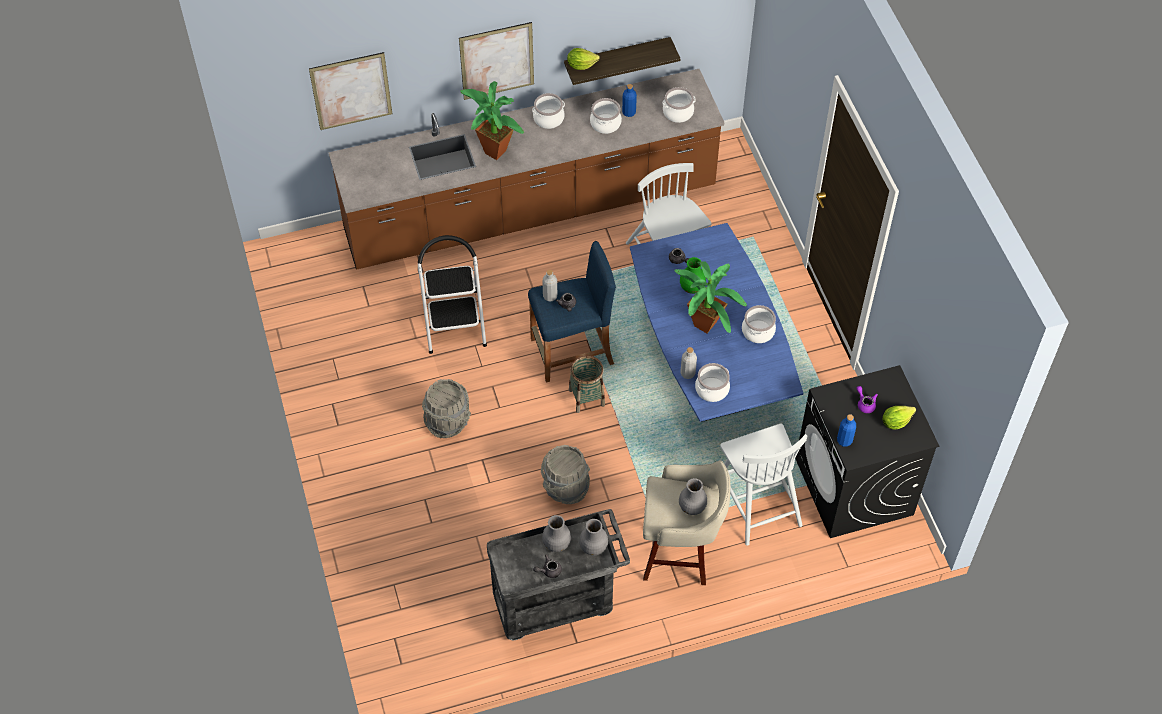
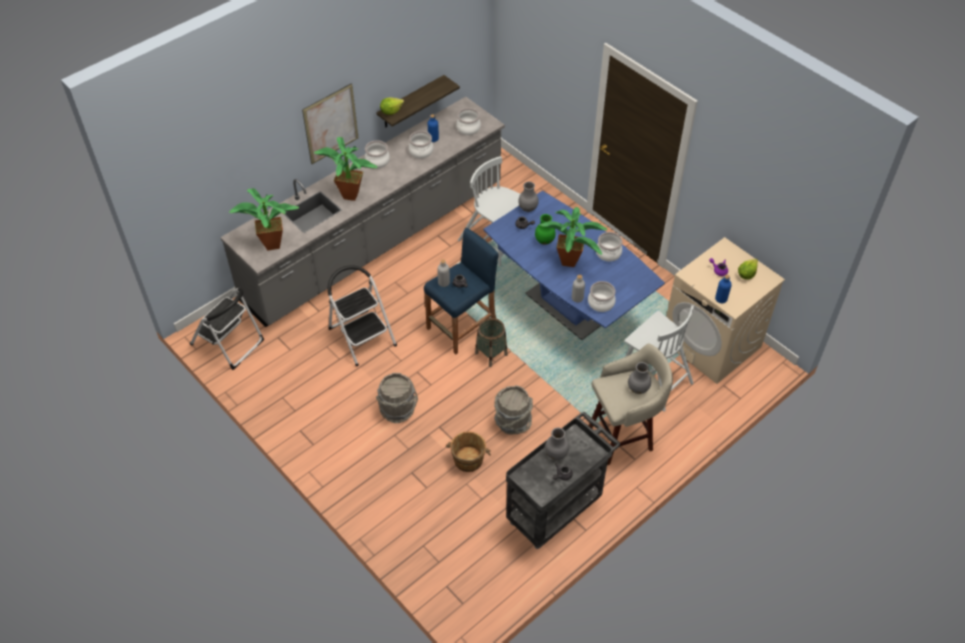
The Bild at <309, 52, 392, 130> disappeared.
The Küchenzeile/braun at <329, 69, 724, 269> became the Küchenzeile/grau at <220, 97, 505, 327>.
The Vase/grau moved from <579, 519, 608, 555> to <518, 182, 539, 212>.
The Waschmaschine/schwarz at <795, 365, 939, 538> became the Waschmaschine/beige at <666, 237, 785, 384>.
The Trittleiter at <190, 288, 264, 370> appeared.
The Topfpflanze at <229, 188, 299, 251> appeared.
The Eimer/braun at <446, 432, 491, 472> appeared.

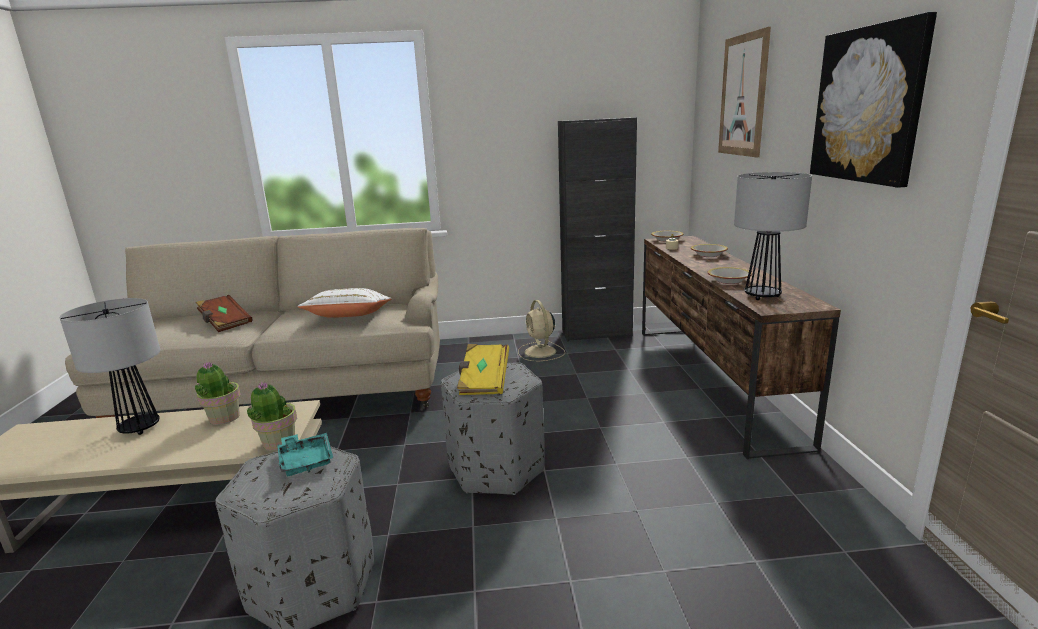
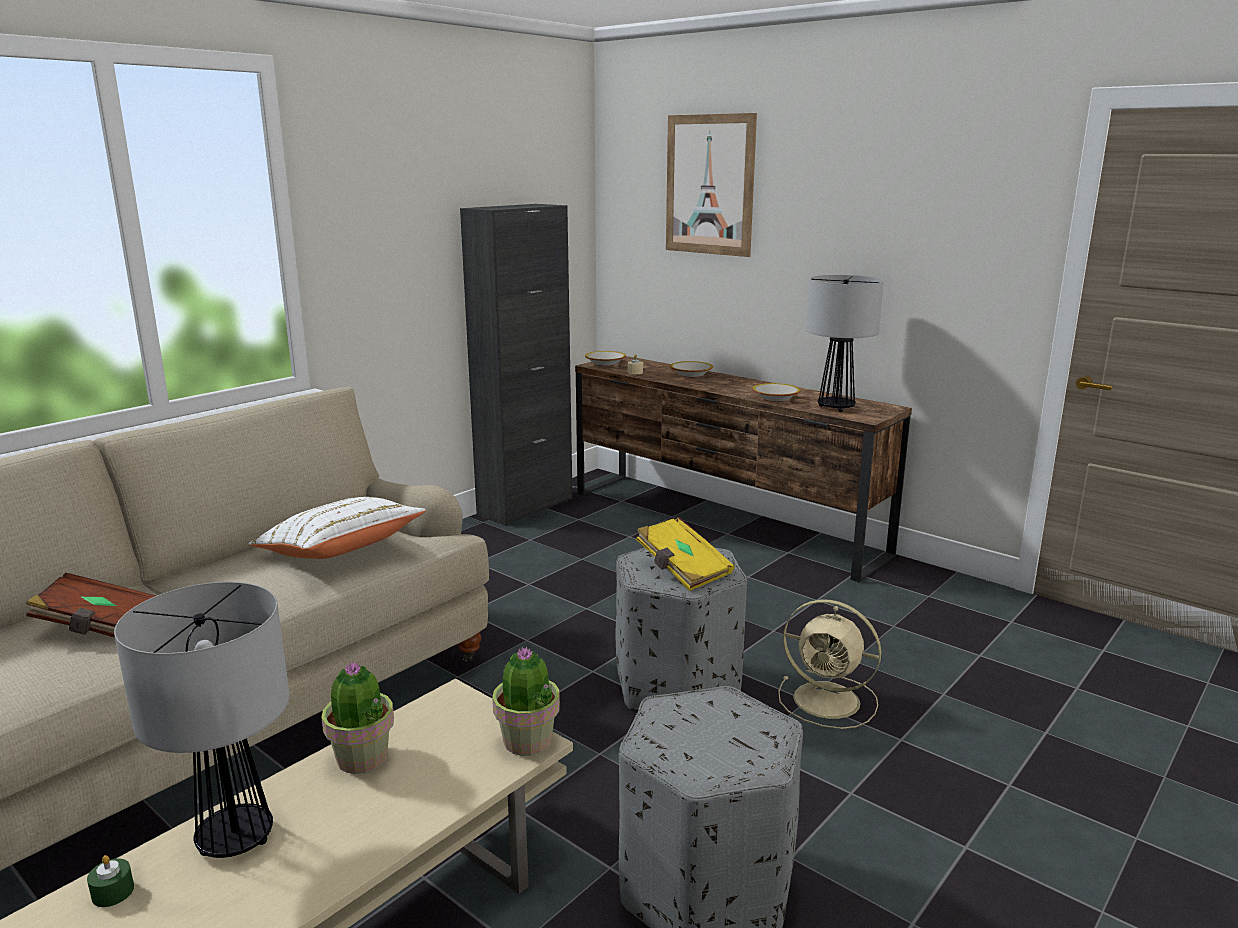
The Tablett/türkis at <277, 433, 333, 476> disappeared.
The Ventilator/beige moved from <518, 300, 565, 361> to <778, 599, 881, 729>.
The Bild at <810, 12, 937, 188> disappeared.
The Kerze/grün at <87, 855, 134, 907> appeared.

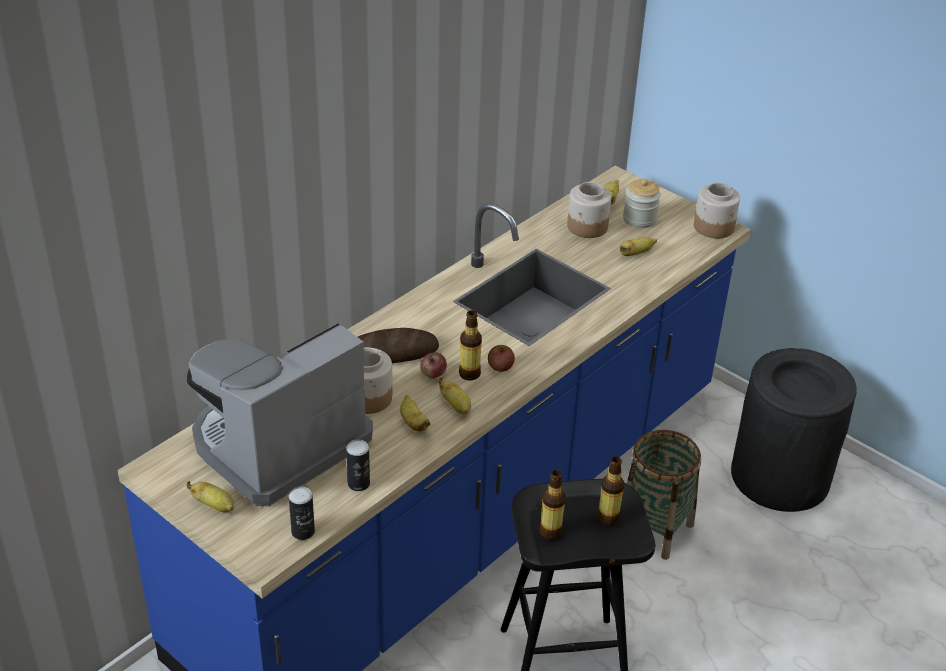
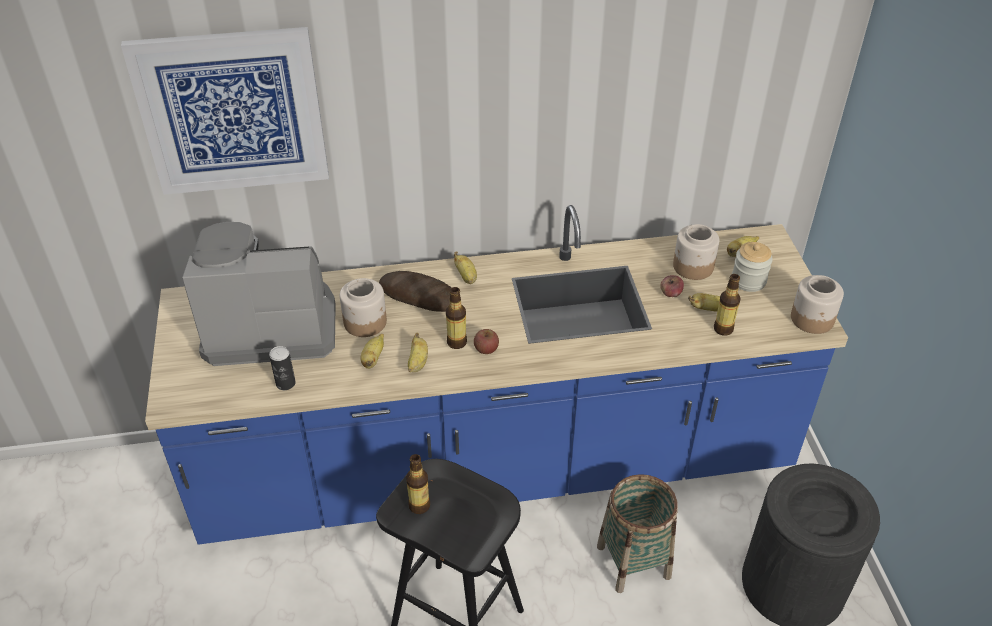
The Banane moved from <187, 481, 234, 512> to <454, 251, 477, 284>.
The Dose at <289, 487, 315, 540> disappeared.
The Apfel moved from <420, 352, 447, 378> to <660, 275, 684, 297>.
The Flasche moved from <597, 457, 625, 526> to <714, 274, 741, 336>.
The Bild at <121, 27, 329, 195> appeared.

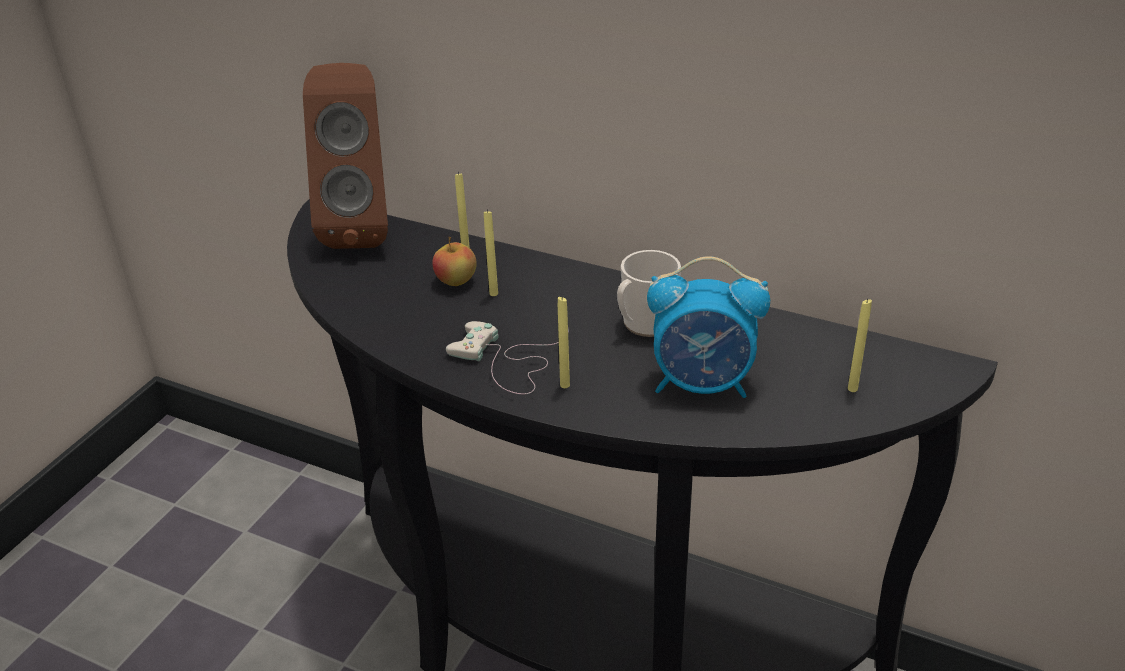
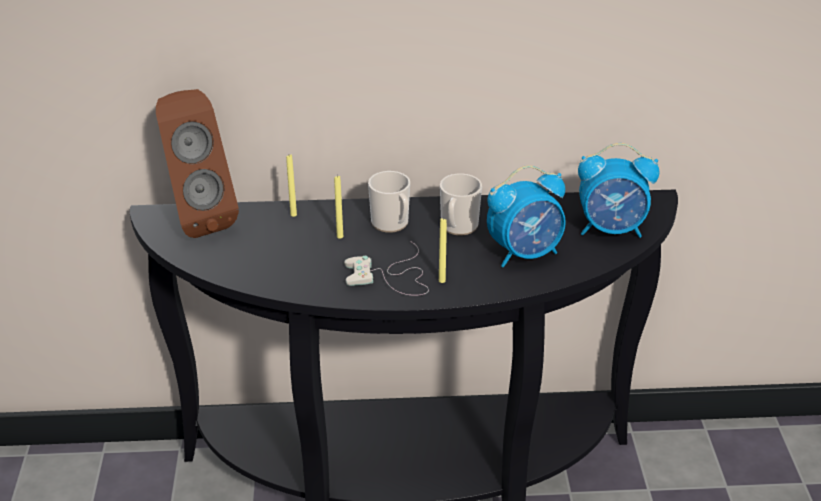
The Apfel at <432, 237, 477, 286> disappeared.
The Kerze/gelb at <848, 298, 872, 392> was replaced by the Wecker at <578, 143, 660, 238>.
The Henkelbecher at <368, 171, 410, 233> appeared.

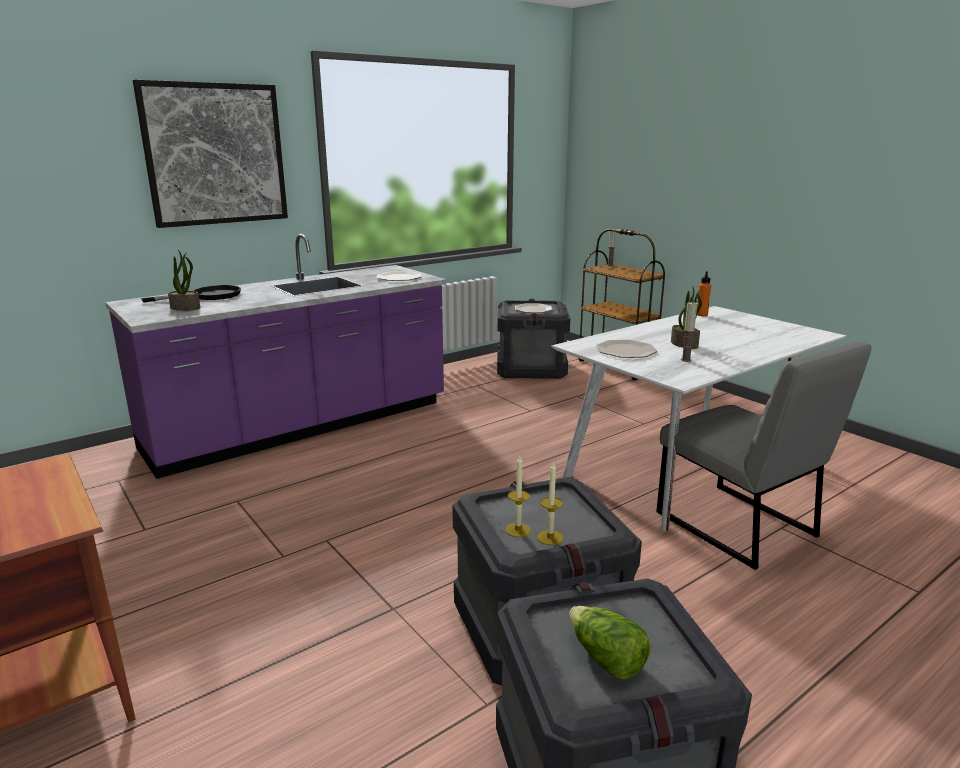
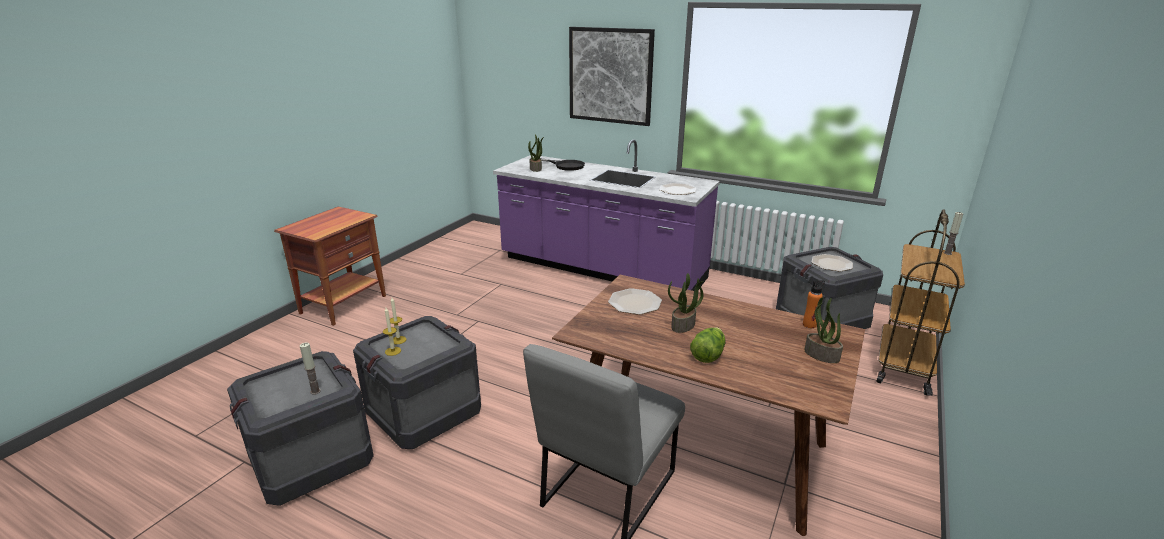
The Esstisch/weiß at <552, 306, 846, 531> became the Esstisch/braun at <552, 275, 865, 536>.
The Salatkopf moved from <569, 606, 651, 680> to <690, 327, 726, 363>.
The Kerze moved from <681, 301, 697, 362> to <300, 343, 321, 395>.
The Topfpflanze at <804, 298, 843, 363> appeared.

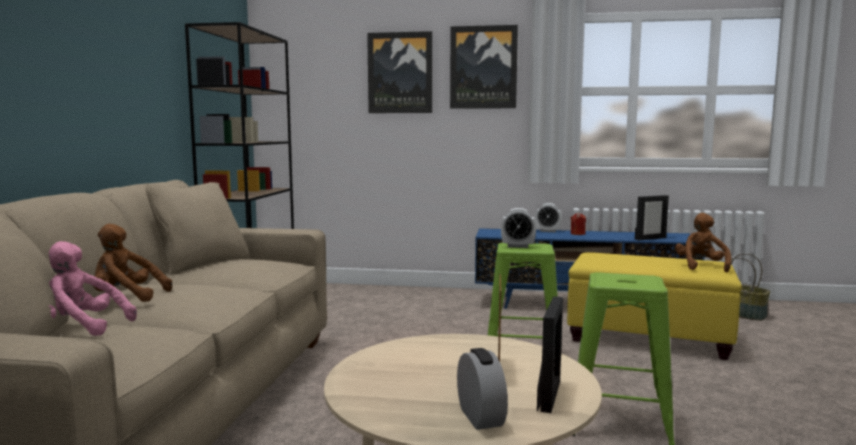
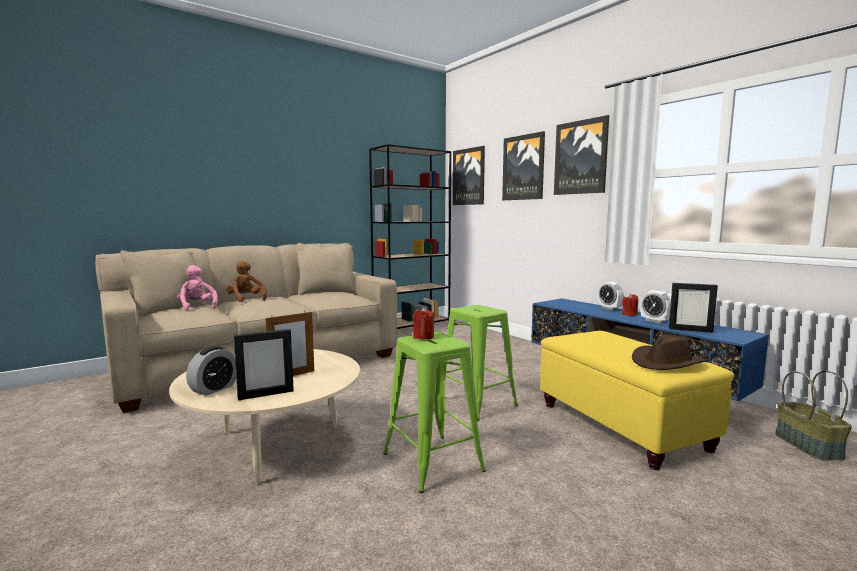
The Wecker moved from <501, 208, 536, 248> to <641, 291, 671, 323>.
The Plüschtier/braun at <675, 213, 731, 272> was replaced by the Hut/braun at <632, 334, 708, 370>.
The Kerze/rot at <413, 307, 435, 339> appeared.
The Bild at <453, 146, 485, 205> appeared.

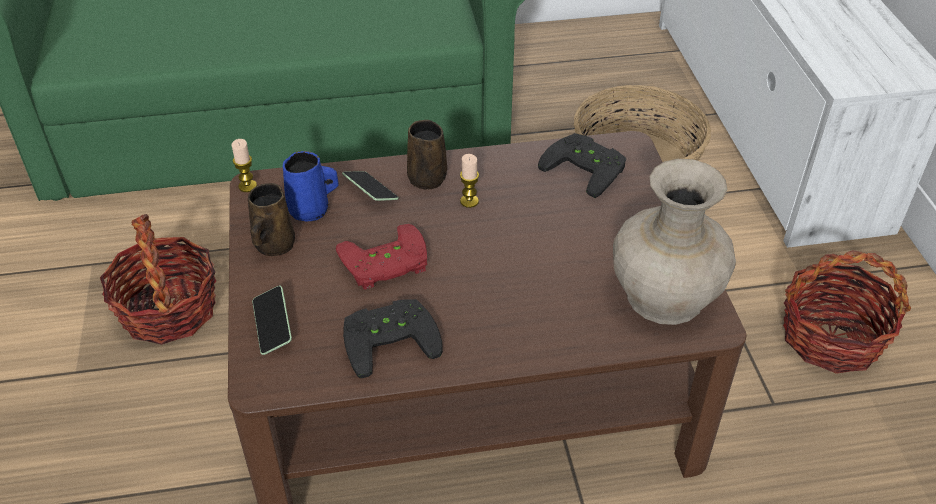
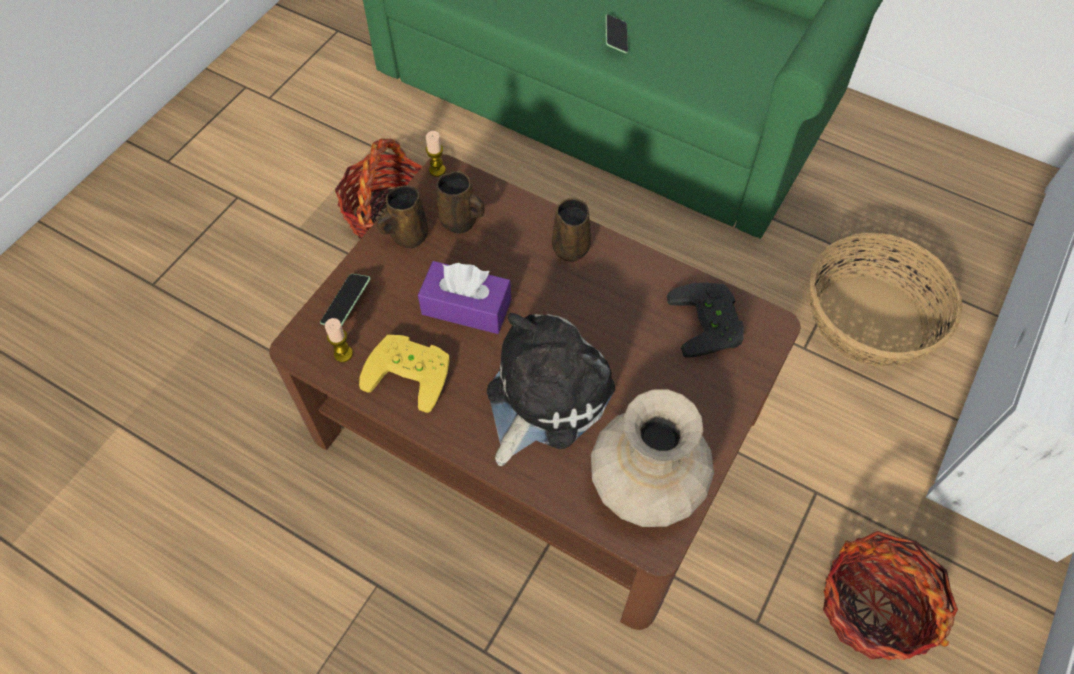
The Henkelbecher/blau at <283, 151, 339, 221> became the Henkelbecher/braun at <436, 171, 485, 233>.
The Gamepad/rot at <336, 224, 427, 290> was replaced by the Taschentuchbox/lila at <418, 261, 511, 334>.
The Handy moved from <342, 171, 399, 201> to <605, 14, 628, 53>.
The Gamepad/schwarz at <343, 299, 443, 378> became the Gamepad/gelb at <359, 335, 450, 413>.
The Kerze moved from <460, 154, 479, 208> to <325, 318, 353, 362>.
The Plüschtier at <487, 313, 615, 466> appeared.

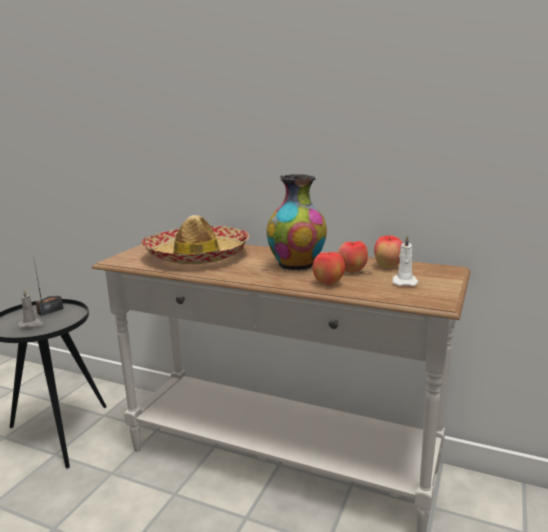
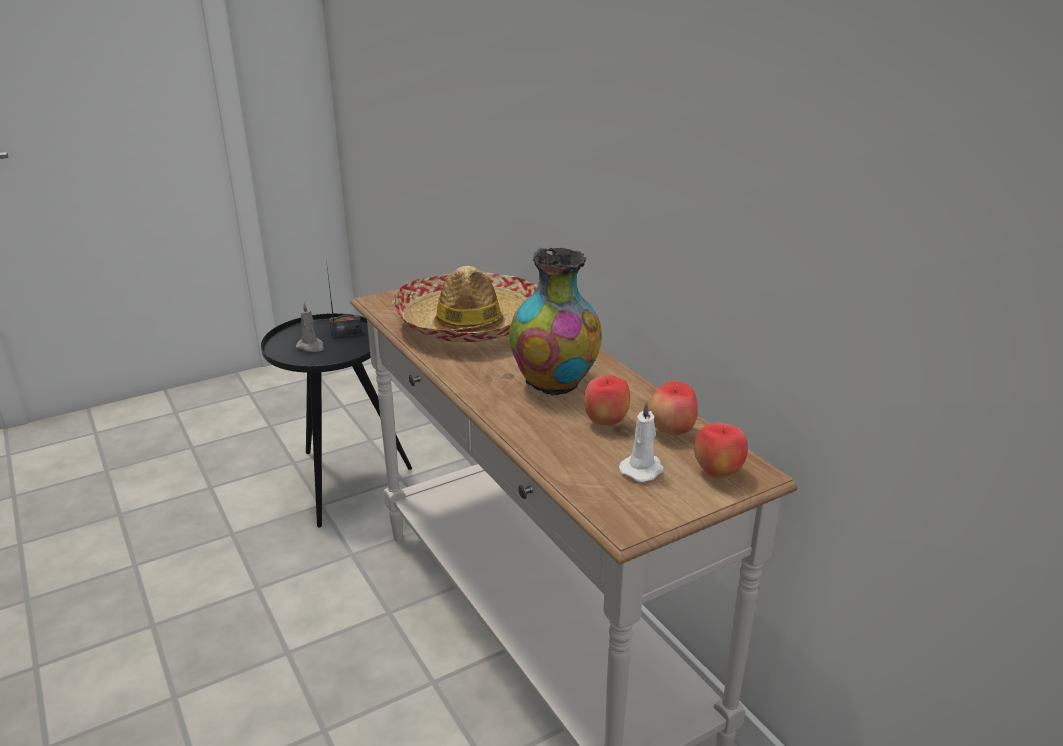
The Apfel moved from <313, 252, 345, 285> to <694, 423, 748, 479>.

